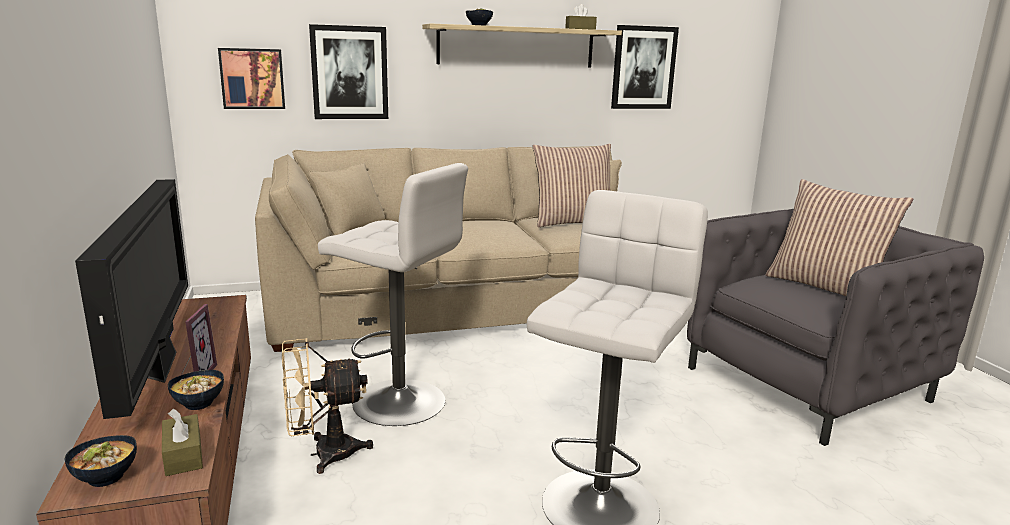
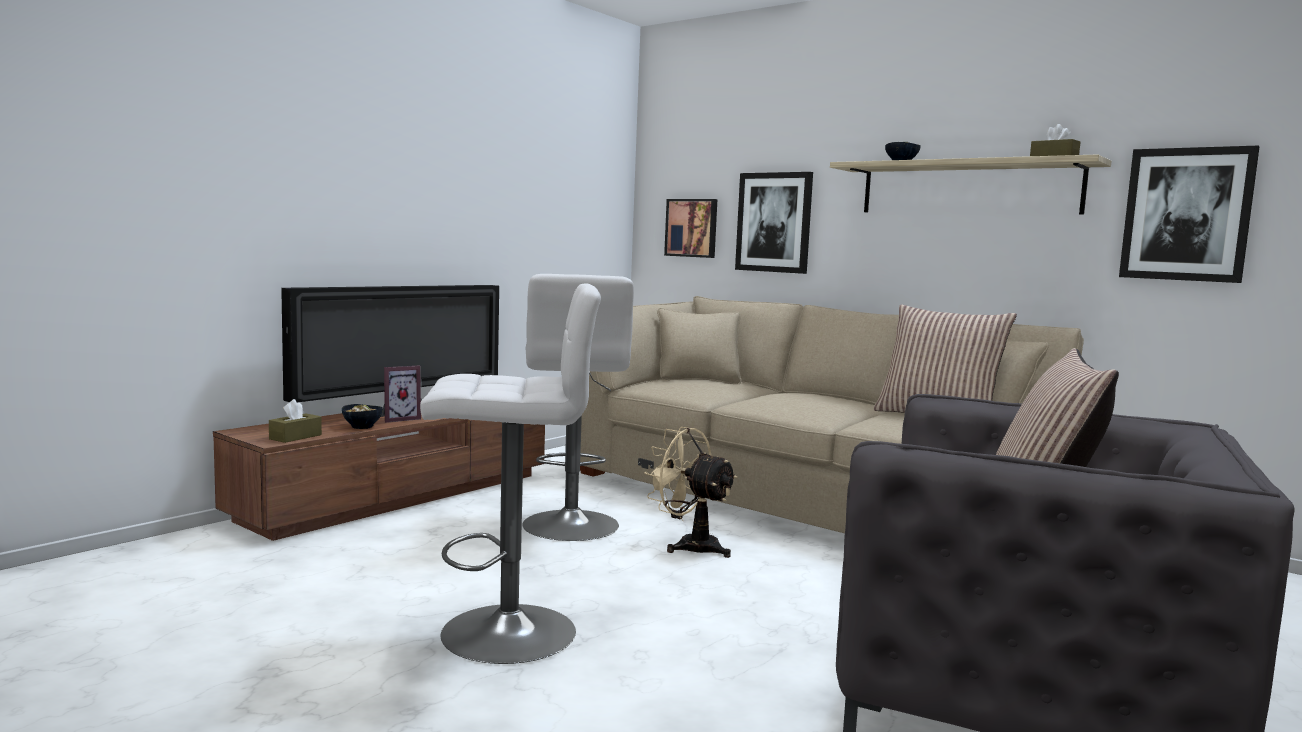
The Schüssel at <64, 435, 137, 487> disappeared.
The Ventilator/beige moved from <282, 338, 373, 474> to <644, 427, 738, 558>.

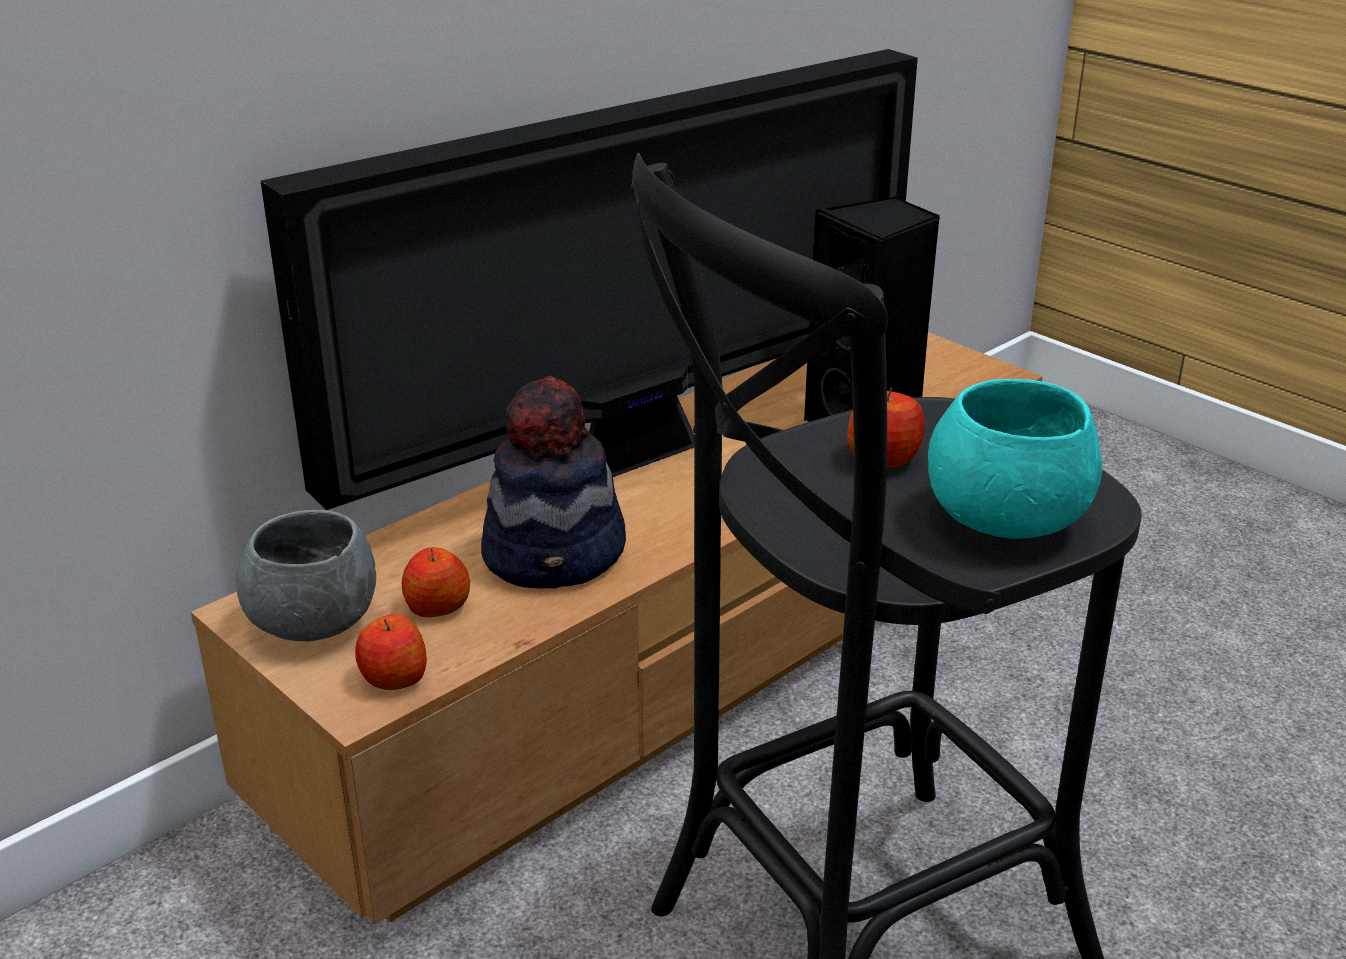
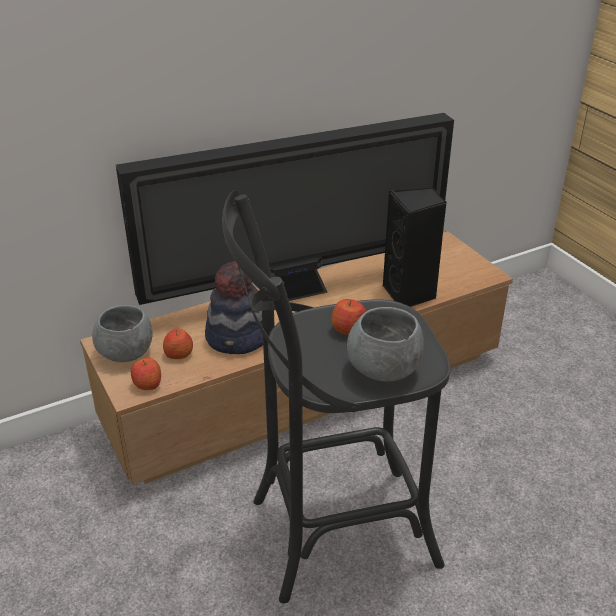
The Schüssel/türkis at <928, 379, 1102, 539> became the Schüssel/grau at <347, 307, 424, 382>.

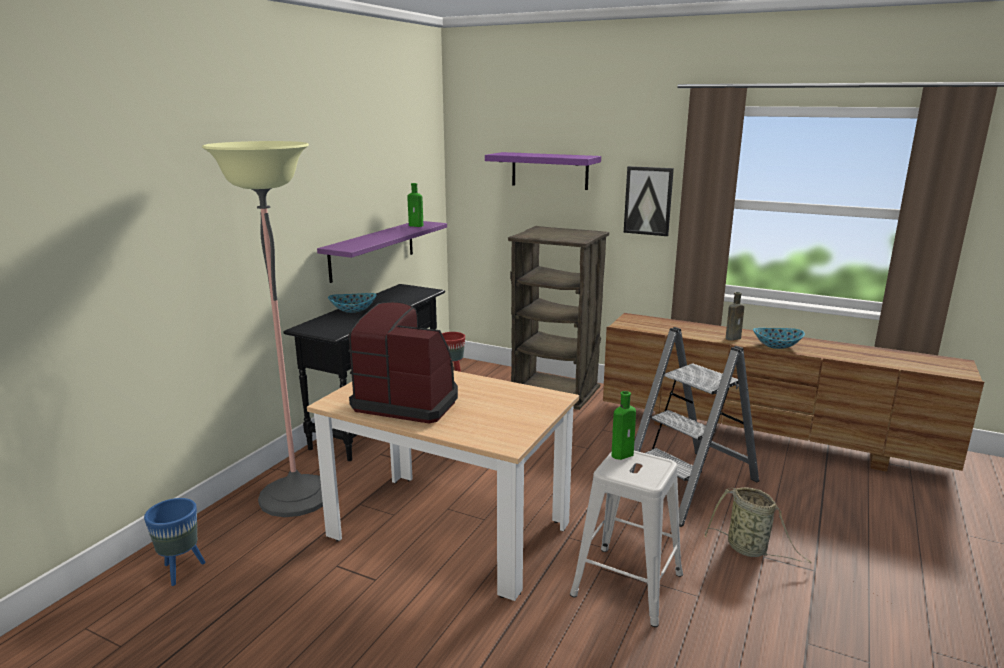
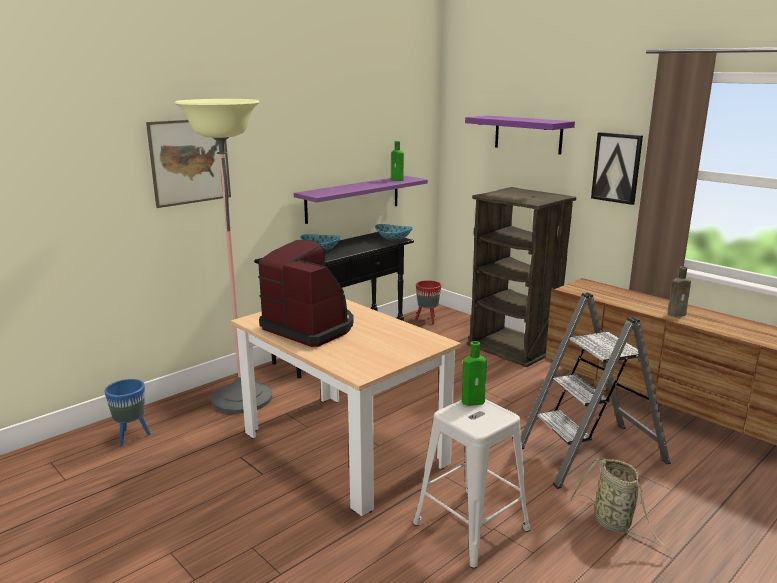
The Schüssel moved from <753, 328, 805, 349> to <375, 224, 413, 241>.
The Bild at <146, 120, 231, 208> appeared.

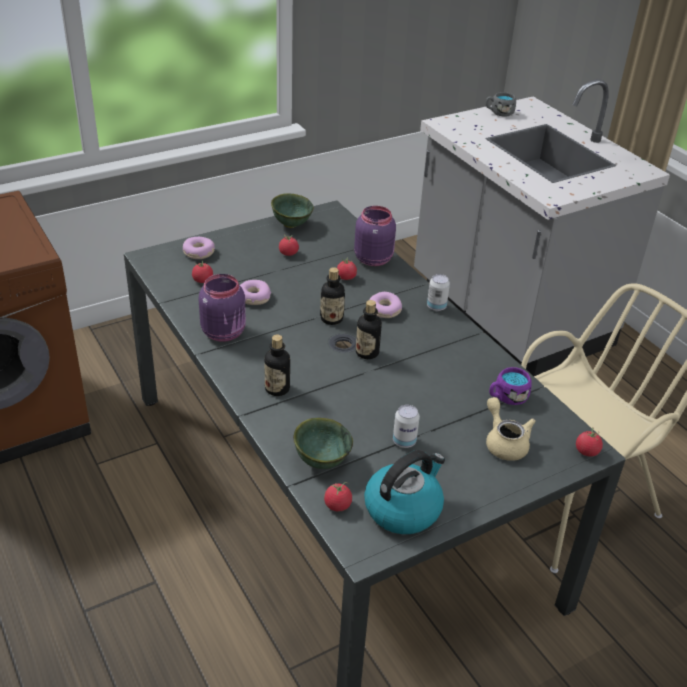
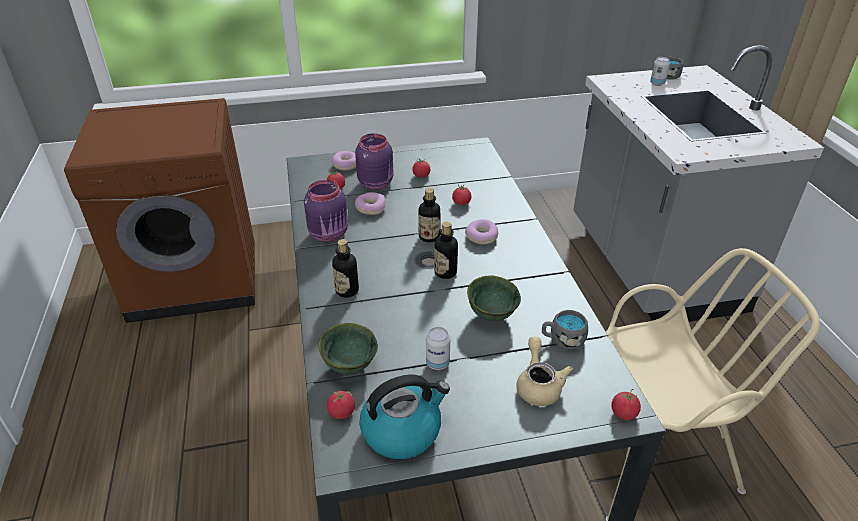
The Schüssel/grün moved from <271, 193, 314, 228> to <467, 275, 521, 321>.
The Vorratsglas/lila moved from <354, 206, 396, 266> to <355, 133, 394, 189>.
The Dose moved from <427, 274, 450, 311> to <650, 57, 670, 86>.
The Henkelbecher/lila at <489, 367, 532, 405> became the Henkelbecher/grau at <542, 310, 588, 349>.

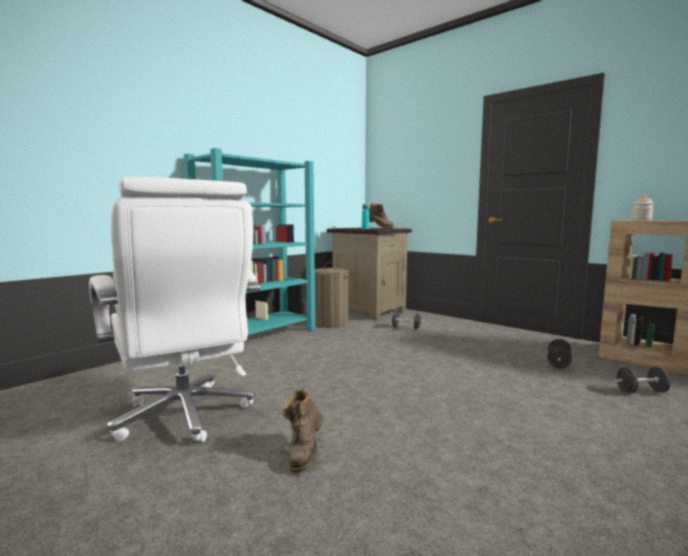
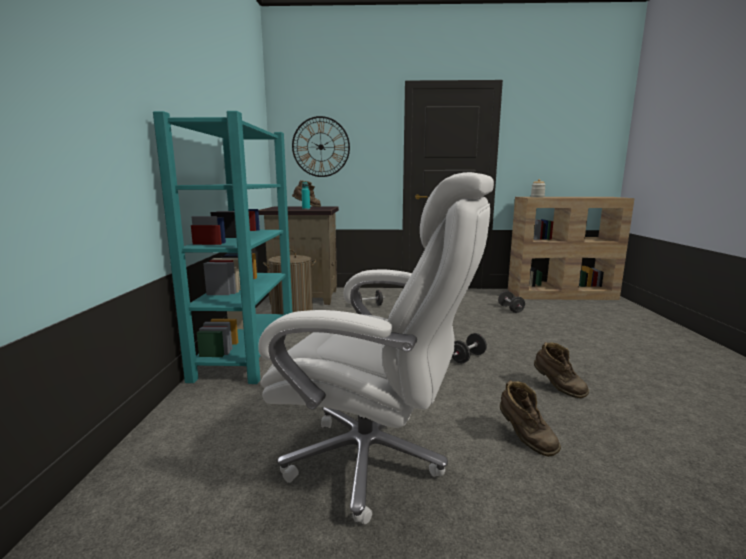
The Hantel/schwarz moved from <616, 367, 671, 394> to <452, 333, 487, 363>.
The Wanduhr at <292, 116, 350, 177> appeared.
The Stiefel/braun at <534, 342, 589, 398> appeared.

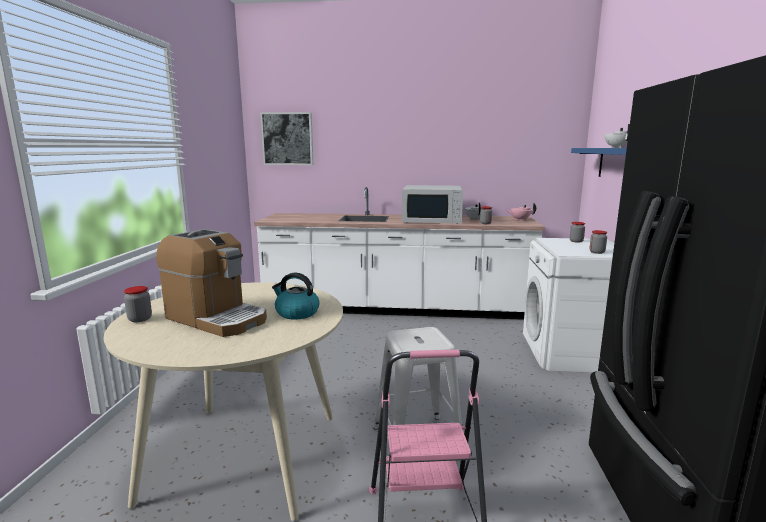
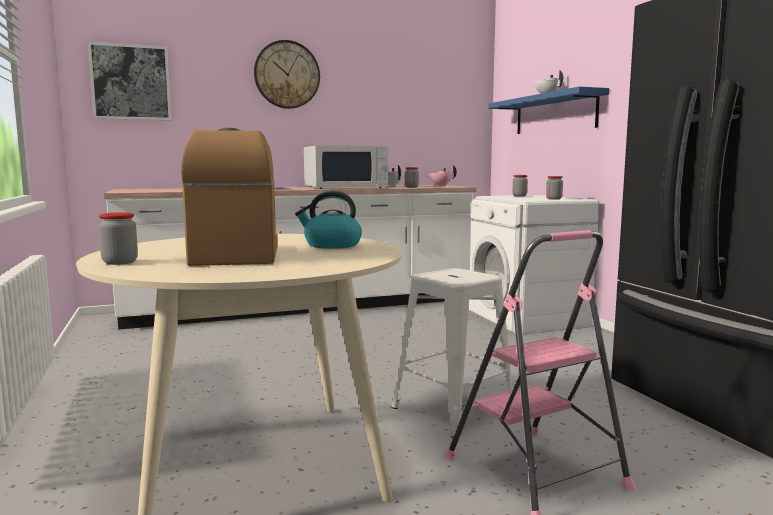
The Kaffeemaschine at <156, 229, 267, 337> turned 105 degrees counterclockwise.
The Wanduhr at <254, 40, 320, 109> appeared.

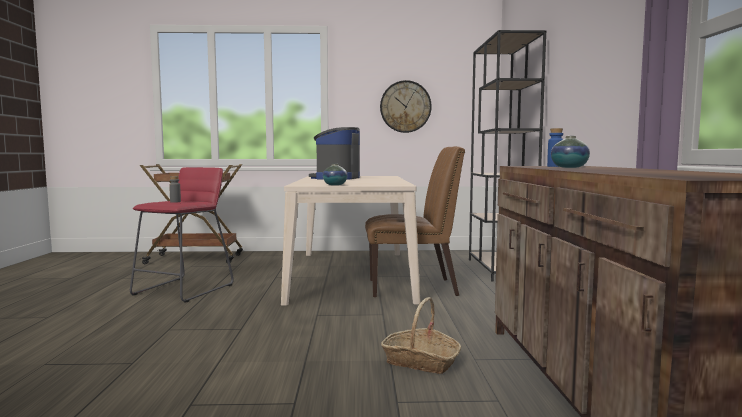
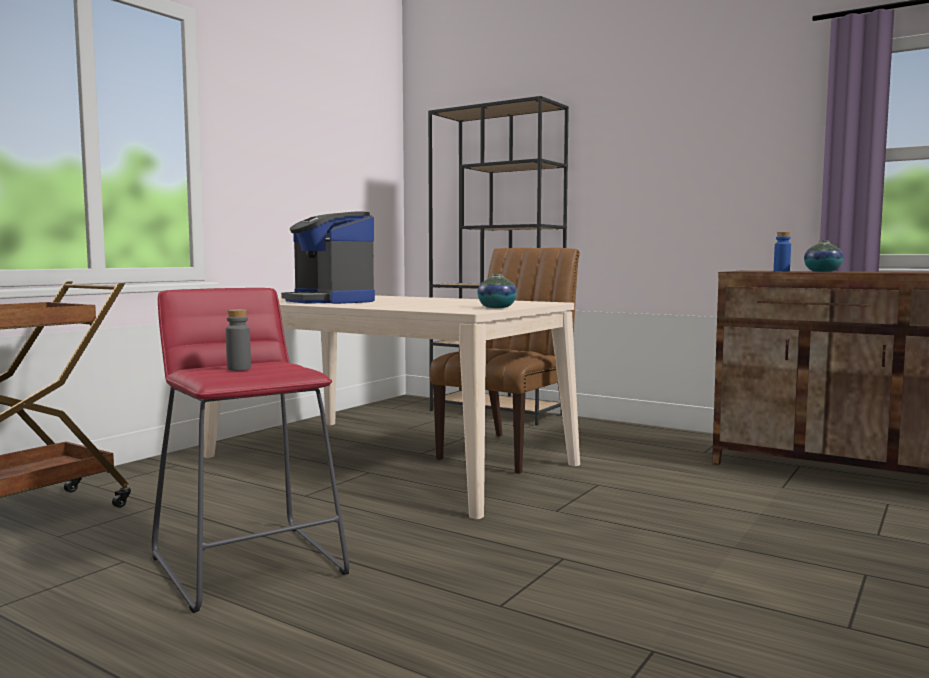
The Wanduhr at <380, 80, 432, 133> disappeared.
The Korb at <381, 297, 461, 374> disappeared.

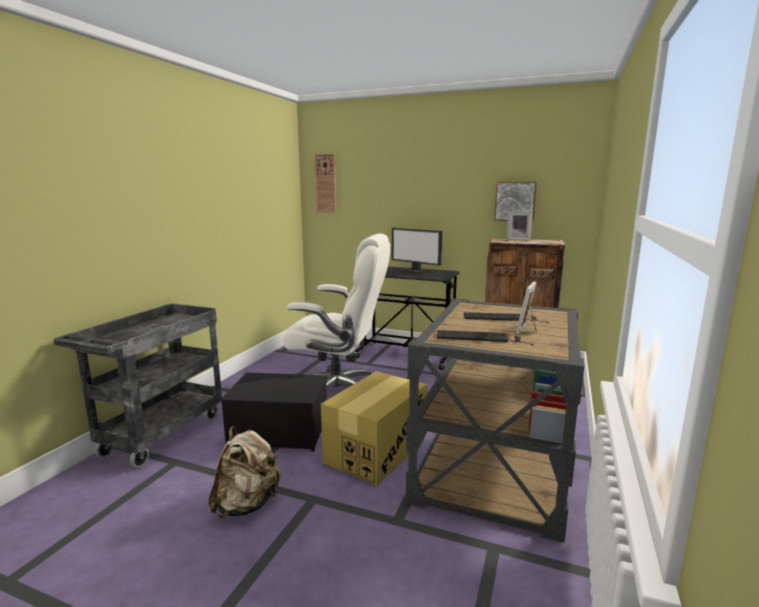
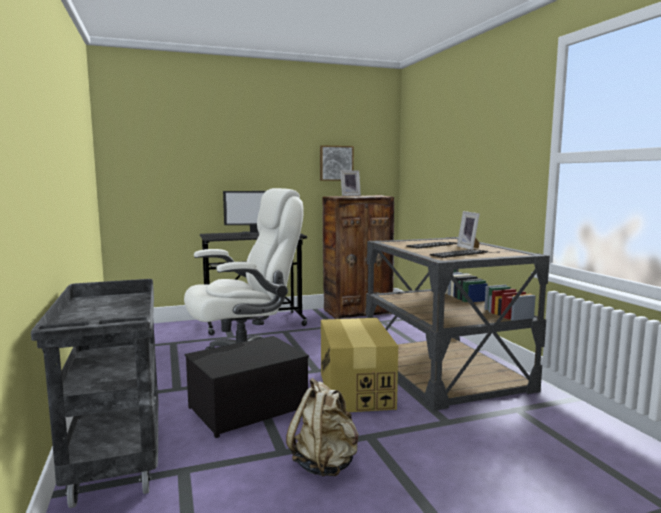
The Wanduhr at <315, 154, 336, 213> disappeared.

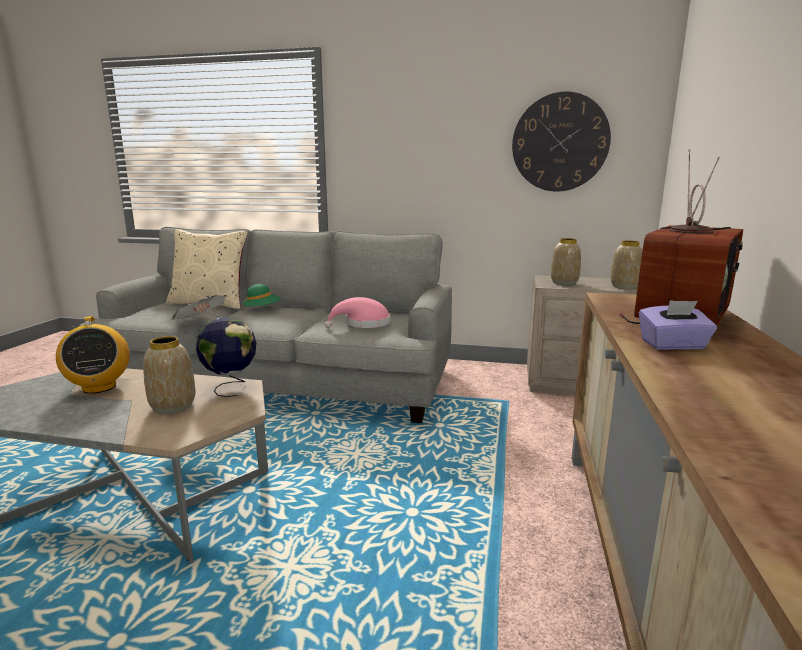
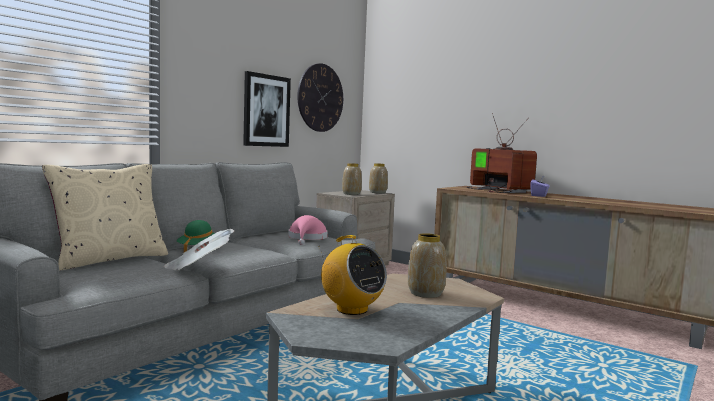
The Radio at <56, 316, 130, 394> turned 45 degrees clockwise.
The Globus at <196, 317, 257, 397> disappeared.
The Bild at <243, 71, 291, 147> appeared.

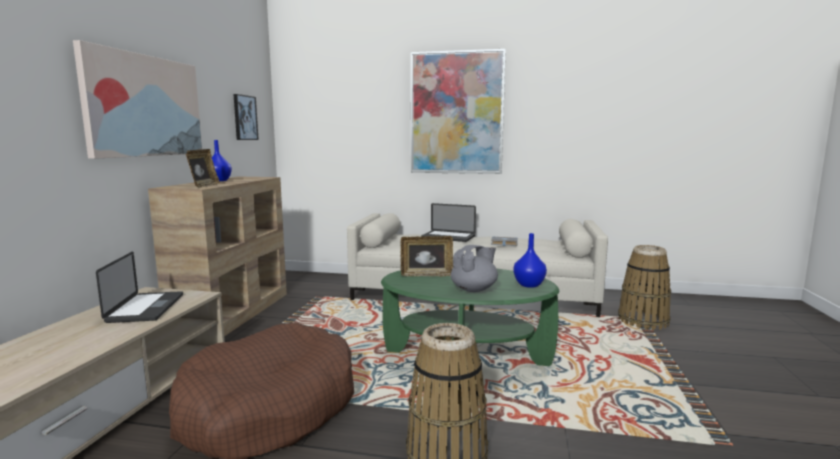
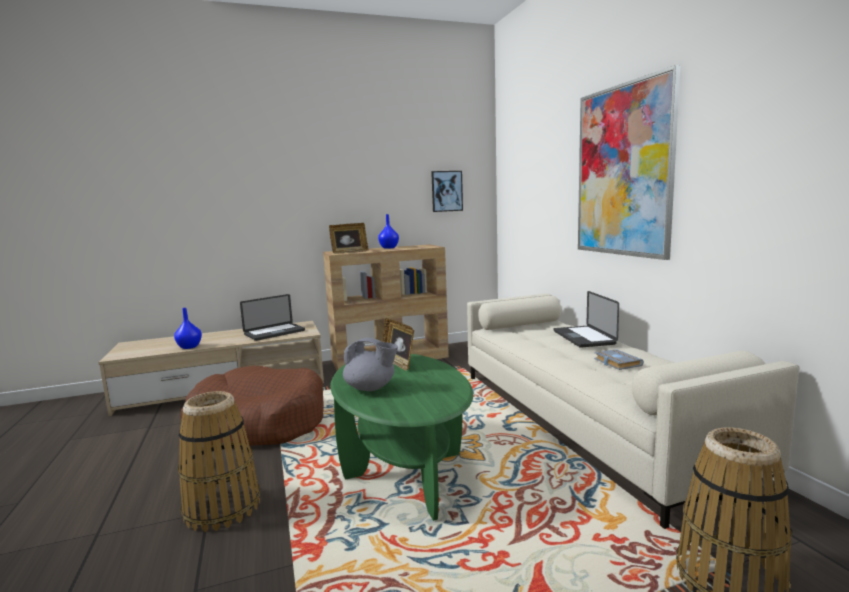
The Bild at <73, 40, 202, 159> disappeared.
The Vase/blau moved from <514, 233, 547, 288> to <174, 308, 202, 349>.

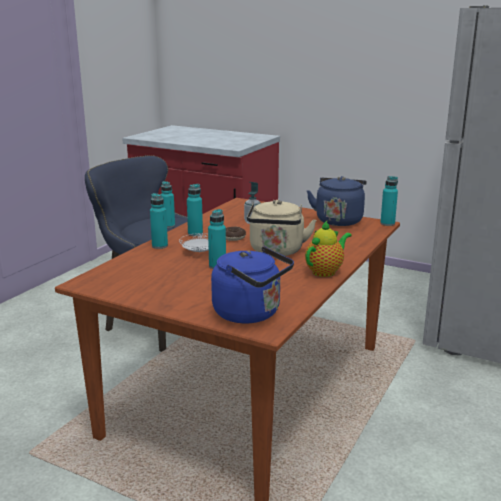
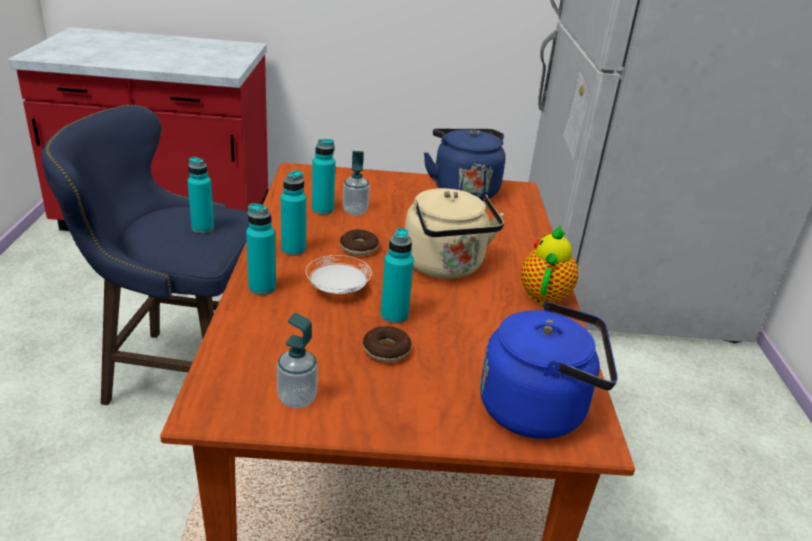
The Flasche/türkis moved from <380, 176, 398, 226> to <312, 139, 335, 215>.
The Seifenspender at <277, 313, 318, 409> appeared.
The Donut at <363, 326, 412, 363> appeared.

